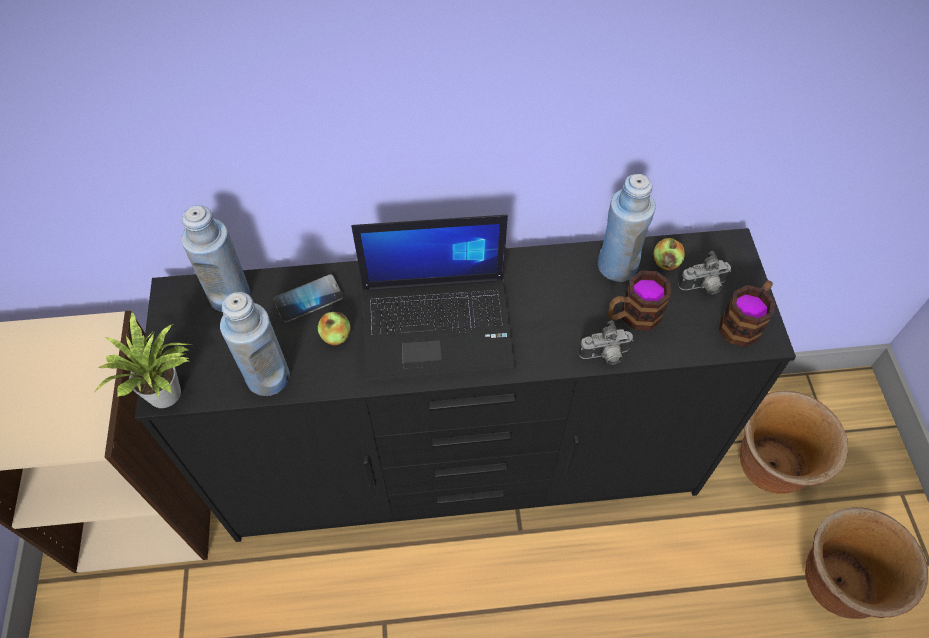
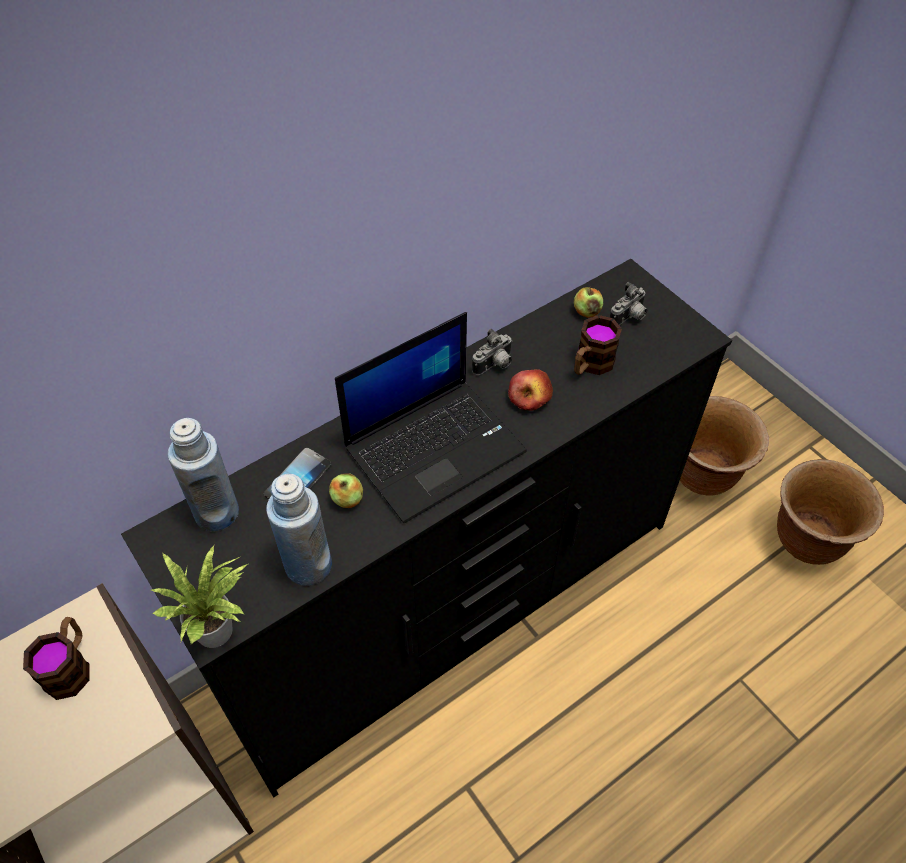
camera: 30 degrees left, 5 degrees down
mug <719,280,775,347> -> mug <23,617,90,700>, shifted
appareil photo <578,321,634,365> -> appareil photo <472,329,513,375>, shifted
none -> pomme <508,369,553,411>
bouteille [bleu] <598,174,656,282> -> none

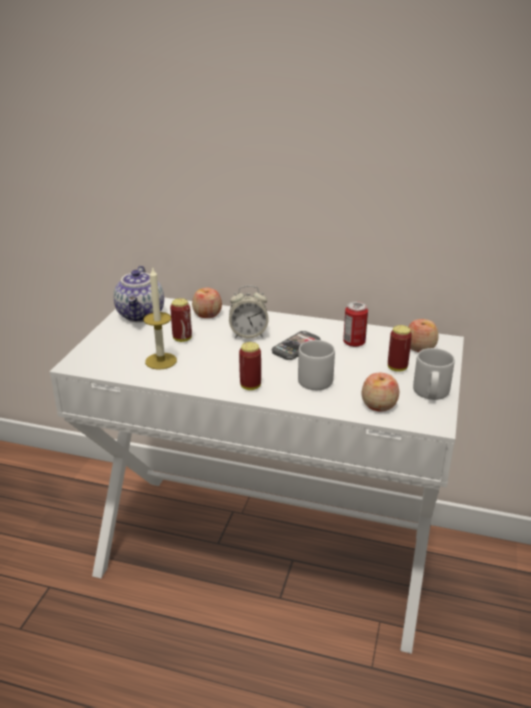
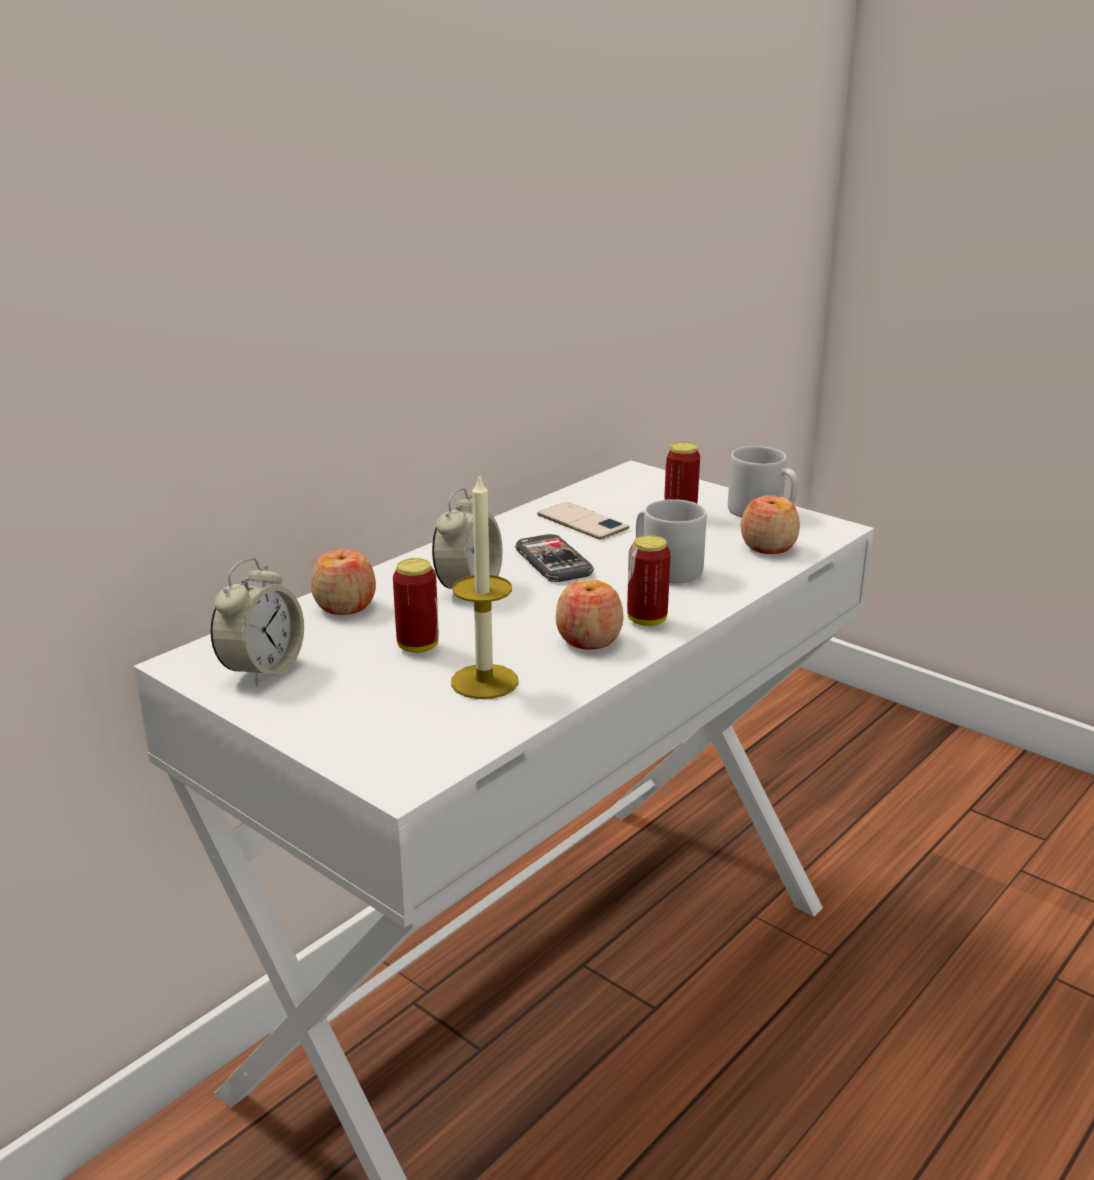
camera: 65 degrees left, 5 degrees down
théière <113,266,164,322> -> réveil <211,558,304,687>
boîte métallique <343,302,368,347> -> téléphone <537,502,629,540>
pomme <408,319,438,352> -> pomme <556,579,623,649>, shifted

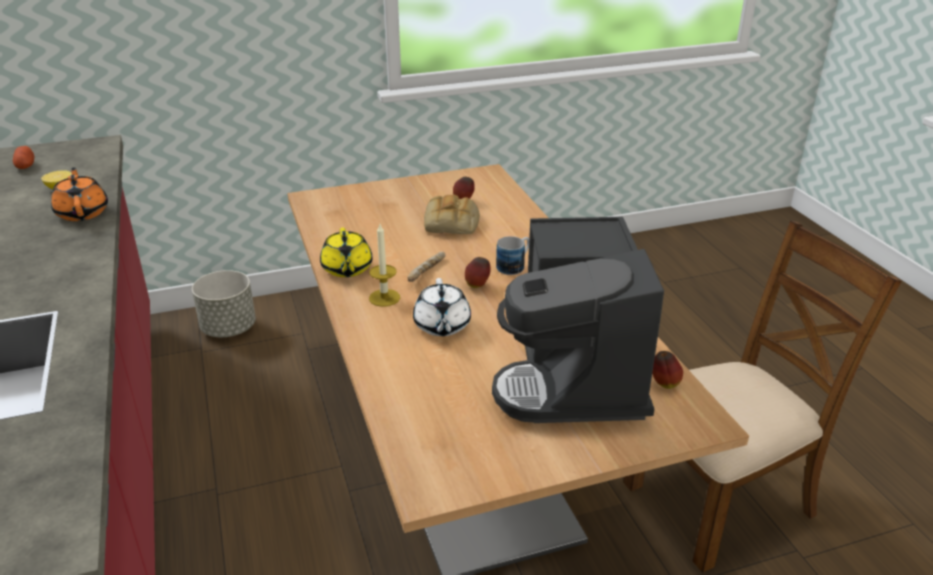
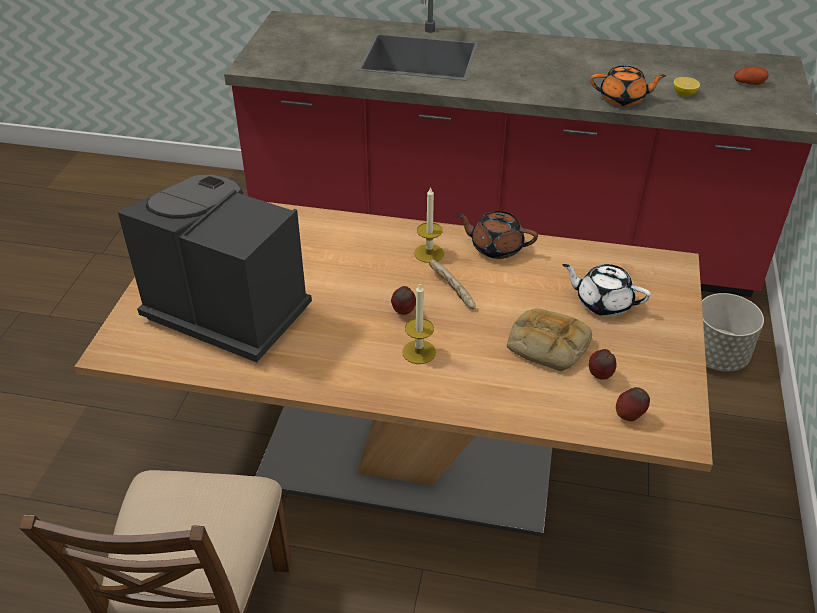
camera: 120 degrees right, 10 degrees up
mug <496,236,529,275> -> bougie <402,284,436,364>
théière [jaune] <320,228,372,277> -> théière [marron] <456,211,538,259>
théière [blanc] <413,278,471,336> -> théière [blanc] <563,264,651,316>, shifted
pomme <652,351,683,389> -> pomme <616,387,650,421>, shifted

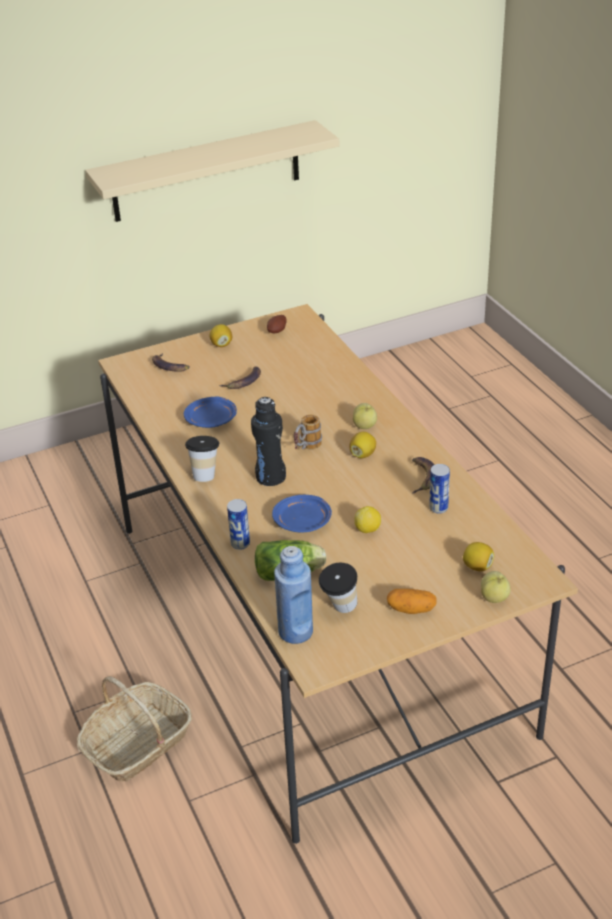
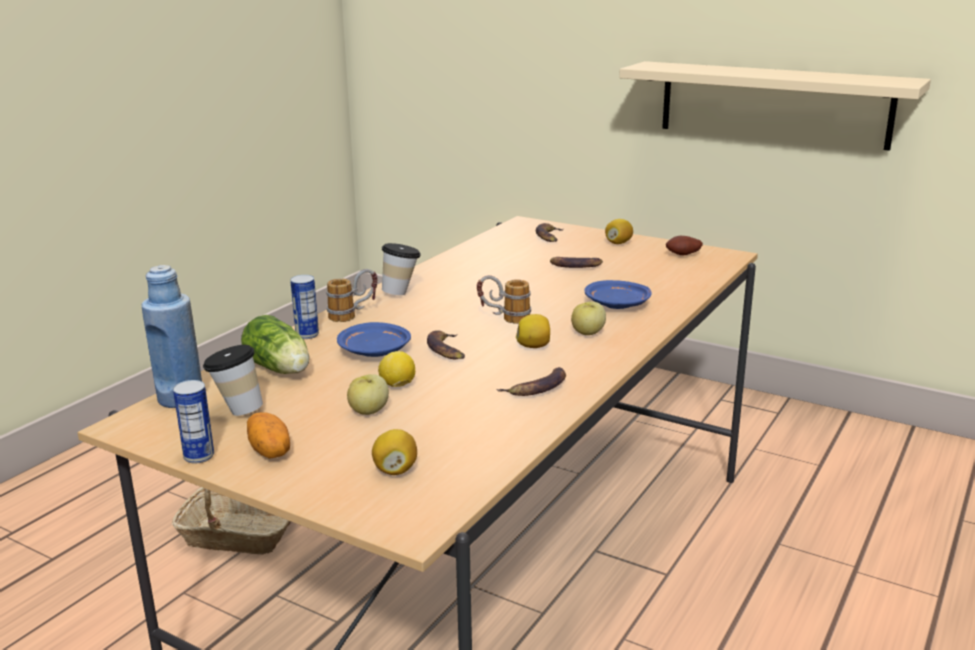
camera: 55 degrees right, 15 degrees down
boîte métallique <429,464,450,514> -> boîte métallique <173,380,214,464>, shifted
none -> mug <326,269,378,322>
pomme <481,571,511,603> -> pomme <347,374,389,415>, shifted
none -> banane <427,330,465,359>
assiette [bleu] <184,397,237,428> -> assiette [bleu] <584,280,652,309>, shifted
bouteille [noir] <251,397,286,486> -> none

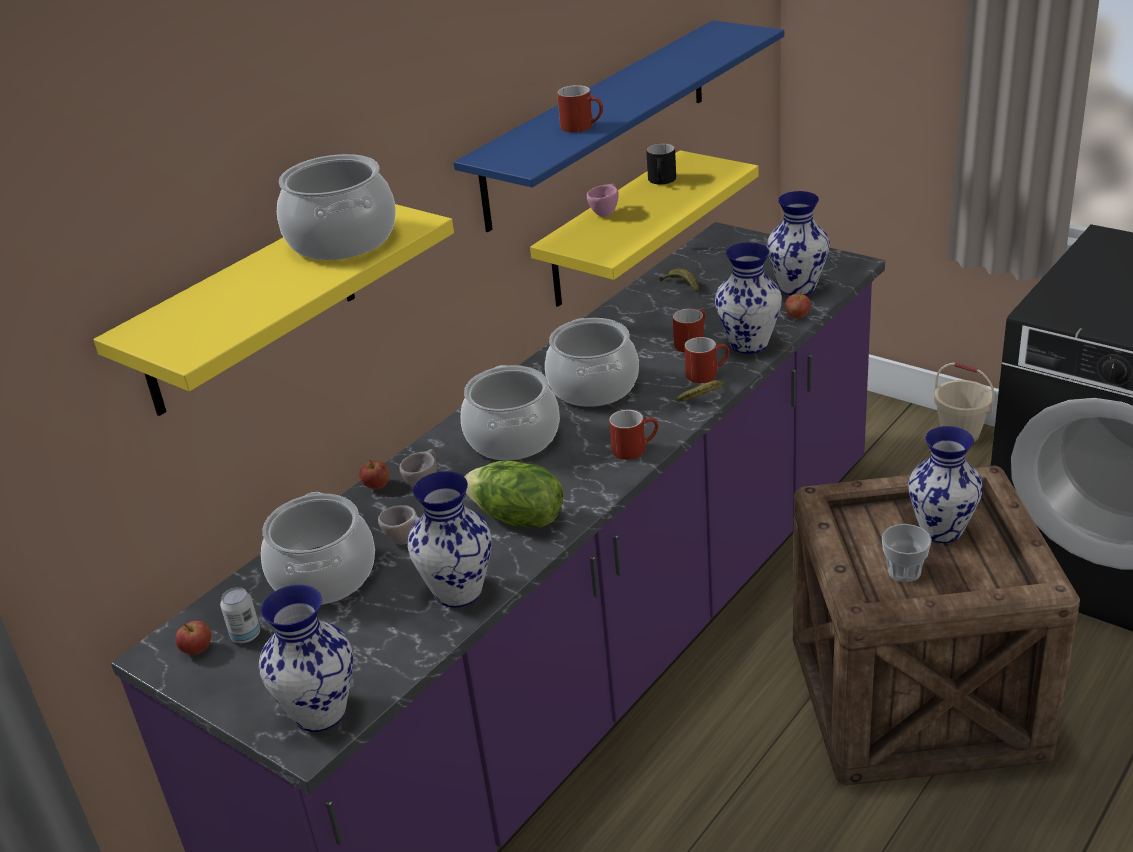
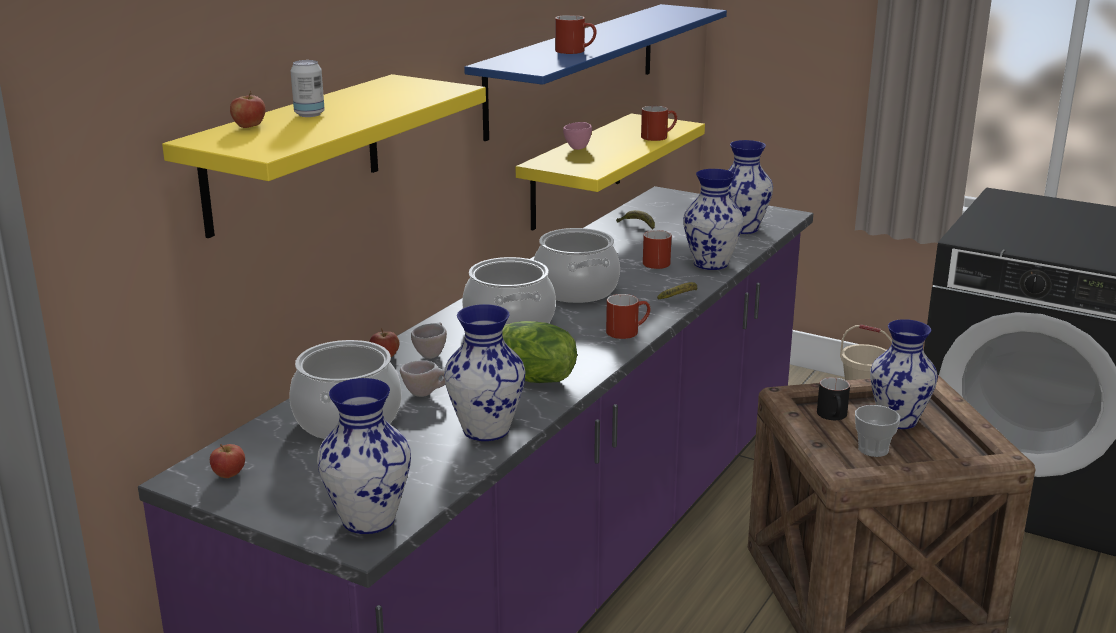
camera: 10 degrees left, 10 degrees down
pomme <785,293,811,319> -> pomme <230,91,265,128>, shifted
boîte métallique <220,587,260,643> -> boîte métallique <291,60,325,117>, shifted
mug [rouge] <684,337,729,383> -> mug [rouge] <641,106,677,141>, shifted
mug [noir] <646,143,676,184> -> mug [noir] <817,377,850,420>, shifted
marmite <277,154,396,260> -> none

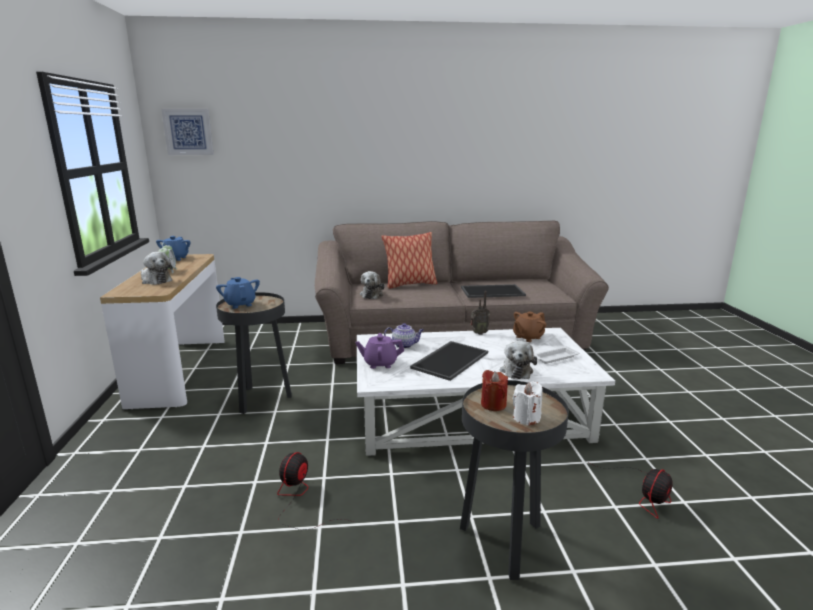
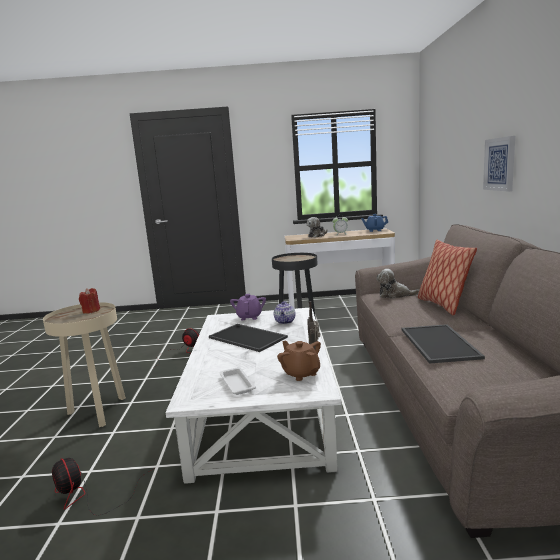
camera: 95 degrees right, 5 degrees down
table d'appoint [noir] <460,380,569,580> -> table d'appoint [beige] <43,302,126,427>
tableau <162,109,214,155> -> tableau <483,136,515,192>, shifted
théière [bleu] <216,277,260,309> -> none
peluche <500,341,537,379> -> none
bougie [blanc] <513,381,543,426> -> none

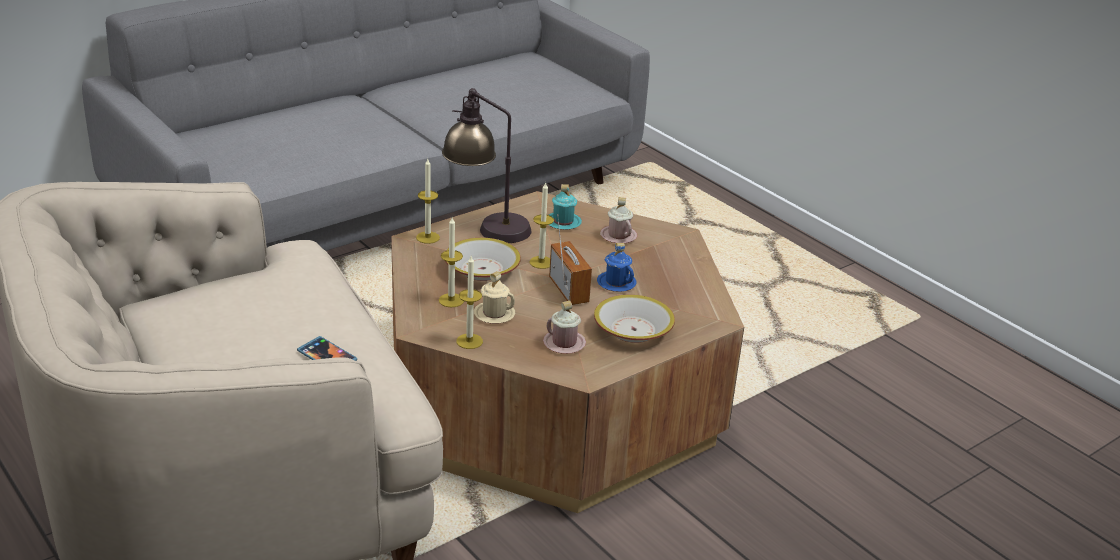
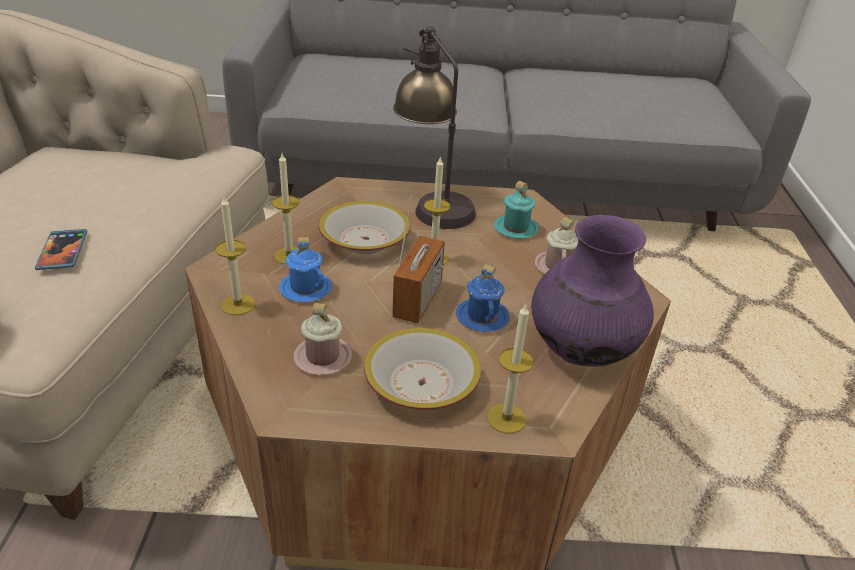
camera: 40 degrees right, 5 degrees up
mug [beige] <474,271,515,324> -> mug [bleu] <279,237,332,302>
bougie <416,159,440,244> -> bougie <487,303,534,434>, shifted
none -> vase [violet] <531,215,654,366>

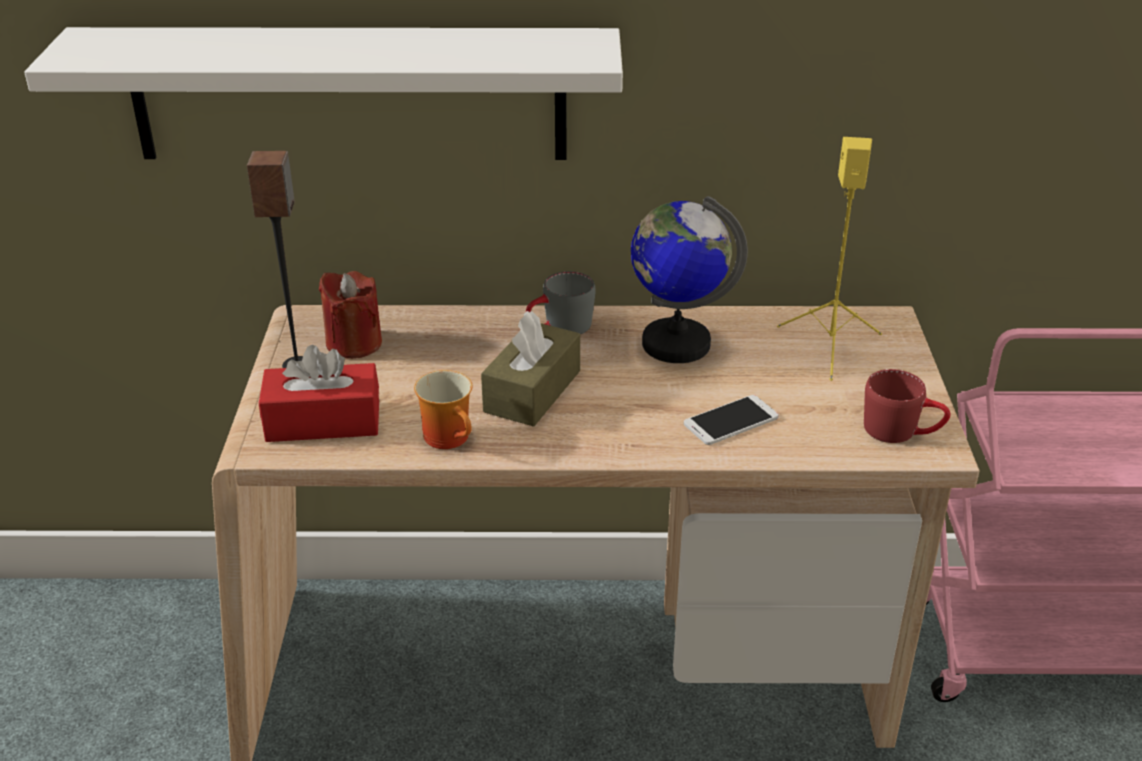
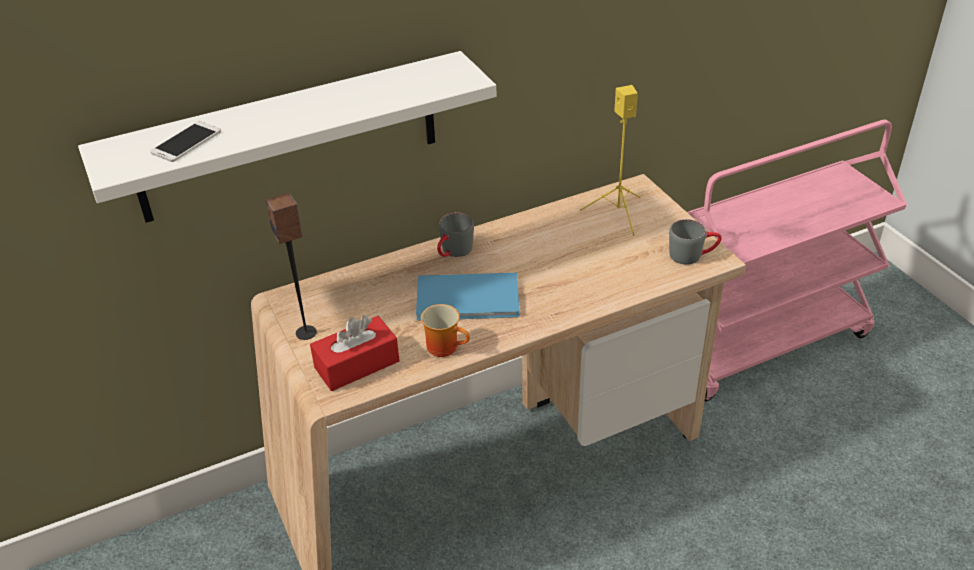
camera: 25 degrees left, 5 degrees up
téléphone <684,395,779,445> -> téléphone <150,121,221,162>, shifted
boîte à mouchoirs [marron] <481,311,580,427> -> livre [bleu] <416,273,519,321>
mug [rouge] <864,369,950,443> -> mug [gris] <669,219,722,265>
bougie [rouge] <319,271,382,359> -> none
globe <631,196,748,363> -> none

